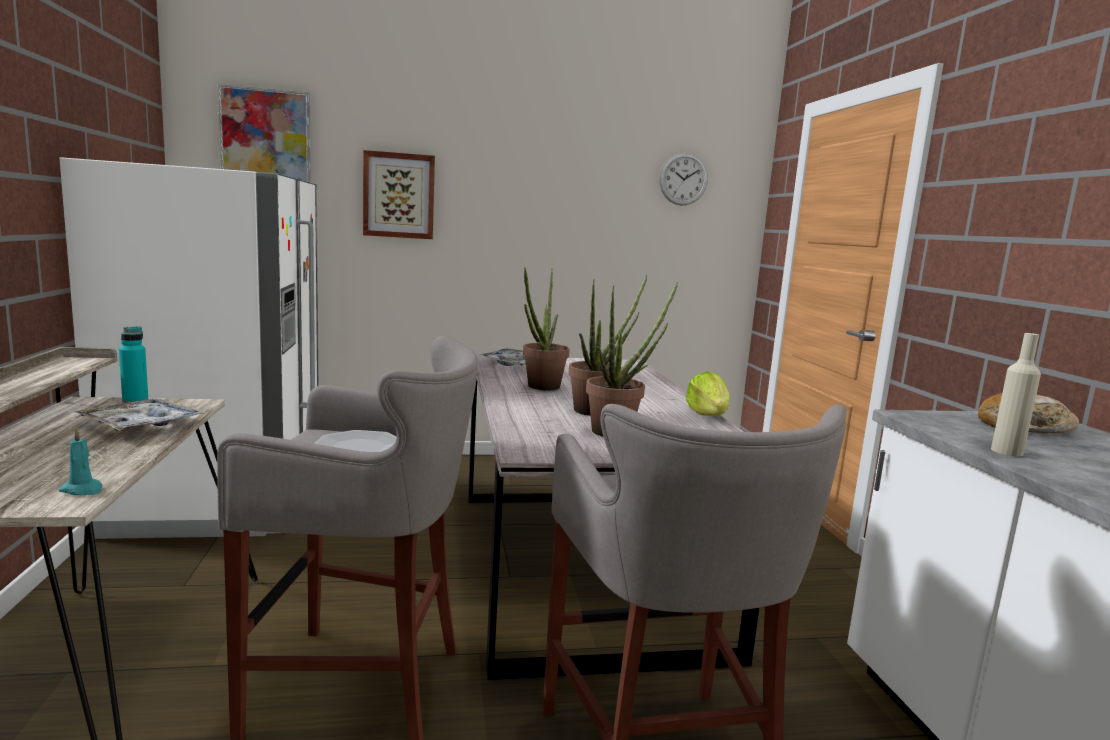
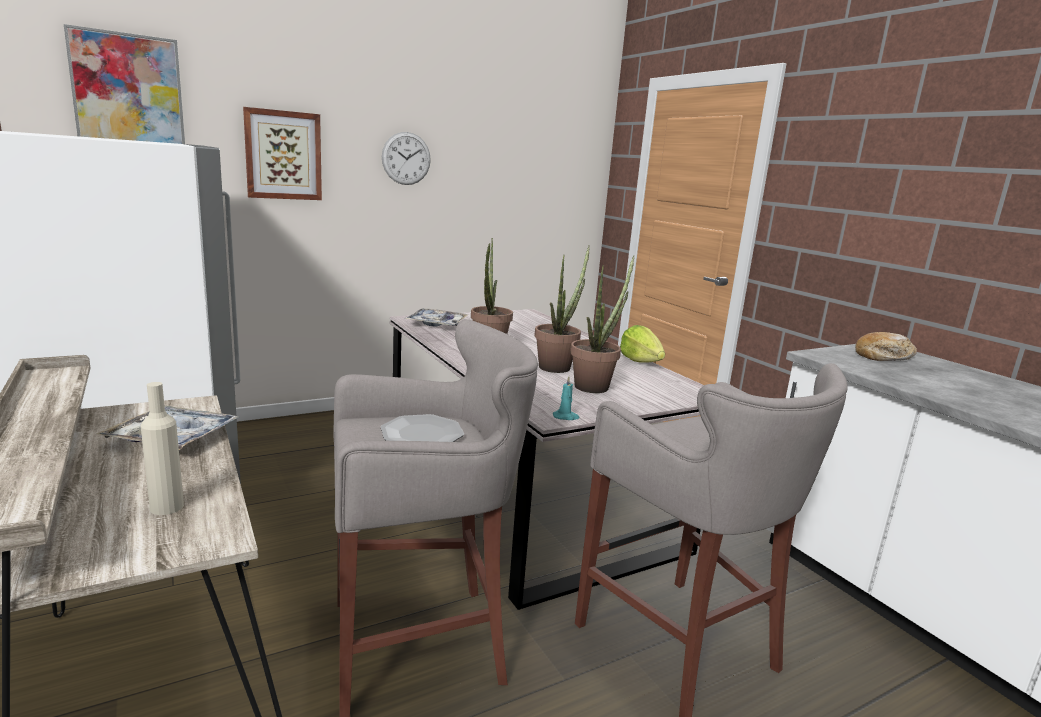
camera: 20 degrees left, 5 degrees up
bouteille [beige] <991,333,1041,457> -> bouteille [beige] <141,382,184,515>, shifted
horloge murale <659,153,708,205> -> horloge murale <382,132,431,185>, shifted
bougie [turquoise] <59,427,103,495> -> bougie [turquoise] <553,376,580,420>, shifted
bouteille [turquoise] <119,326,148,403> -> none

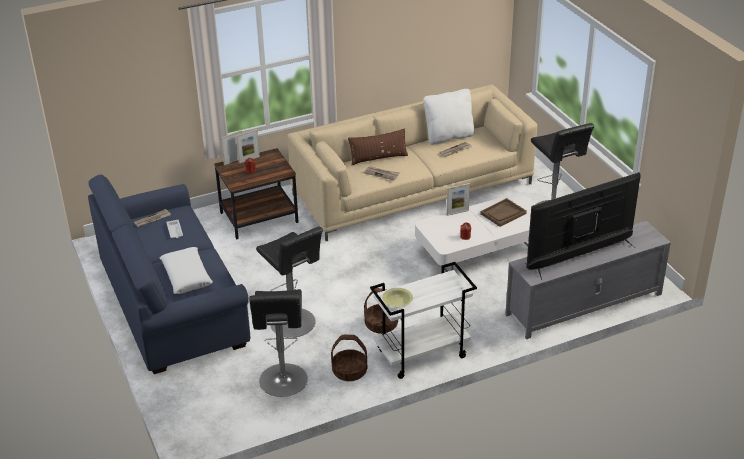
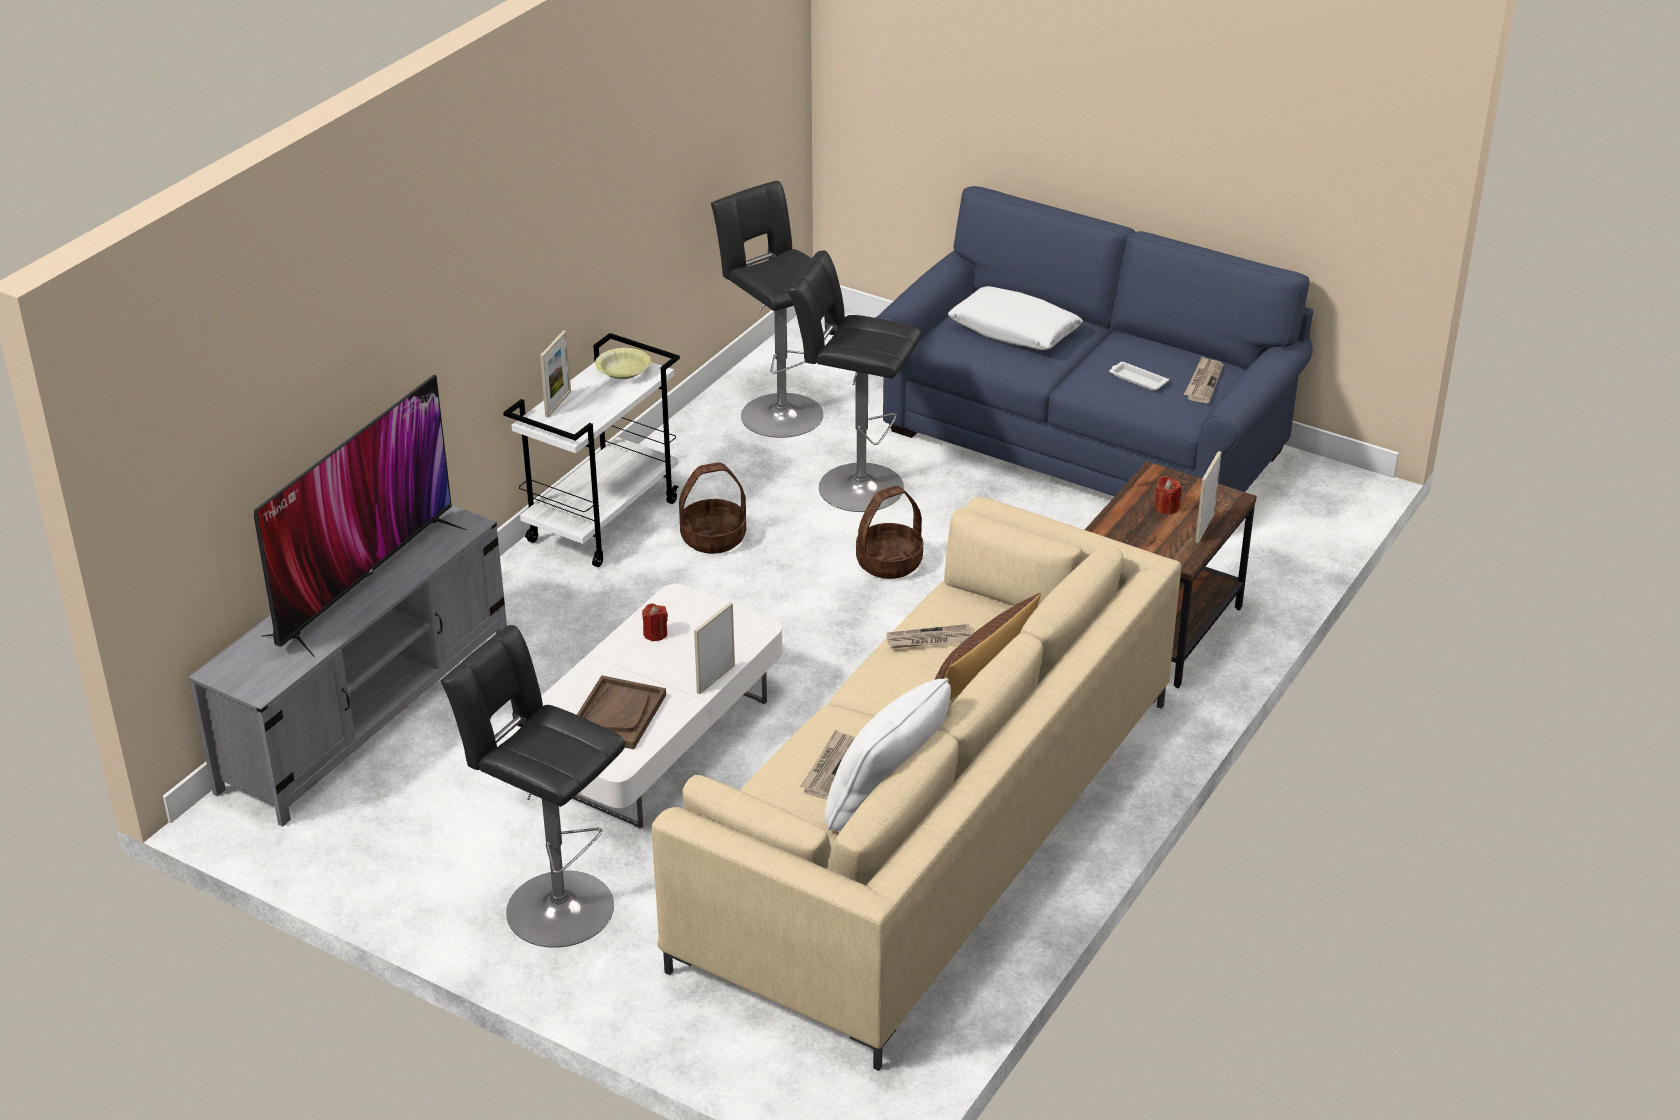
camera: 145 degrees right, 0 degrees up
cadre photo <221,131,242,165> -> cadre photo <540,330,571,417>, shifted
panier <331,335,367,381> -> panier <856,486,923,579>, shifted

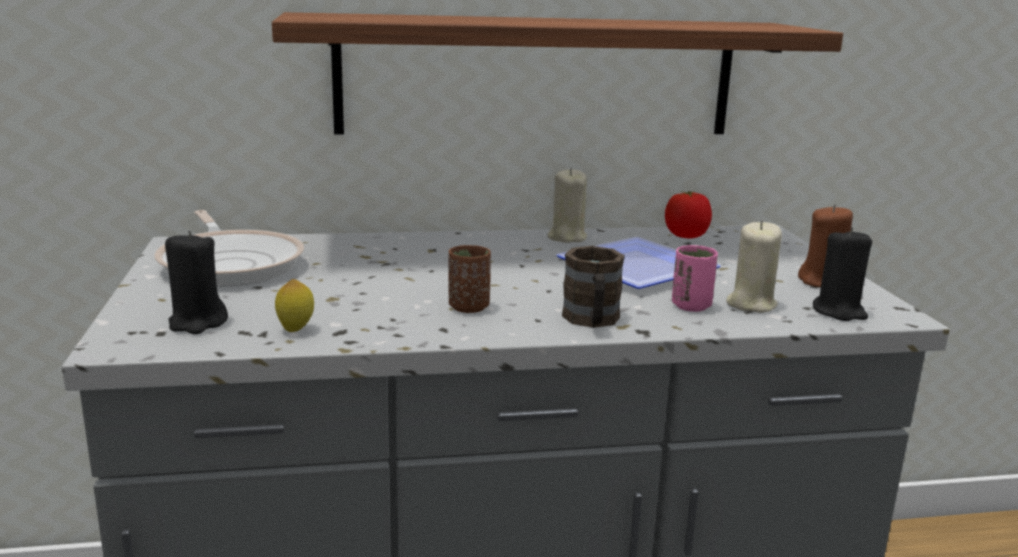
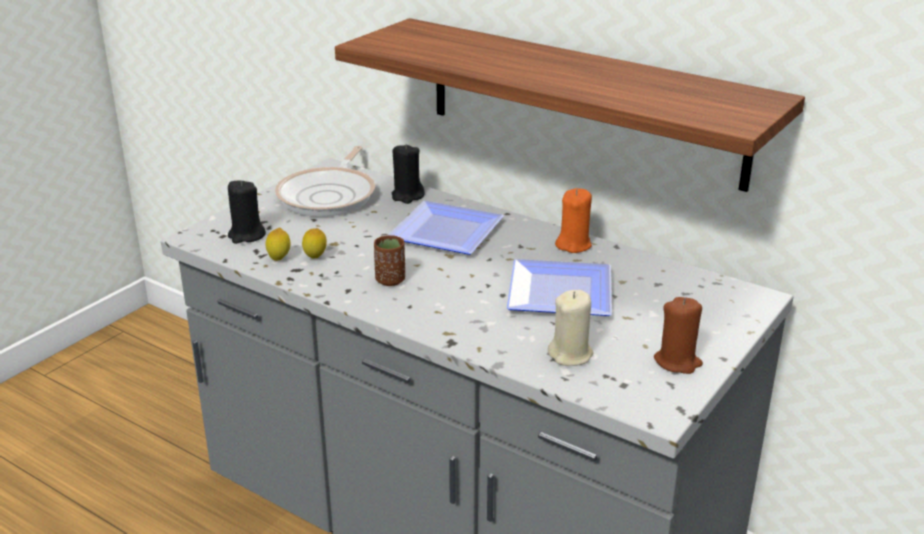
camera: 45 degrees right, 10 degrees up
none -> citron <302,228,327,258>
none -> assiette <388,201,504,255>
bougie [noir] <813,227,872,321> -> bougie [noir] <392,144,425,204>, shifted
bougie [beige] <547,168,587,243> -> bougie [orange] <555,188,592,253>
mug [marron] <562,246,625,328> -> none
tomate <665,191,712,239> -> none
tasse [rose] <672,245,718,312> -> none

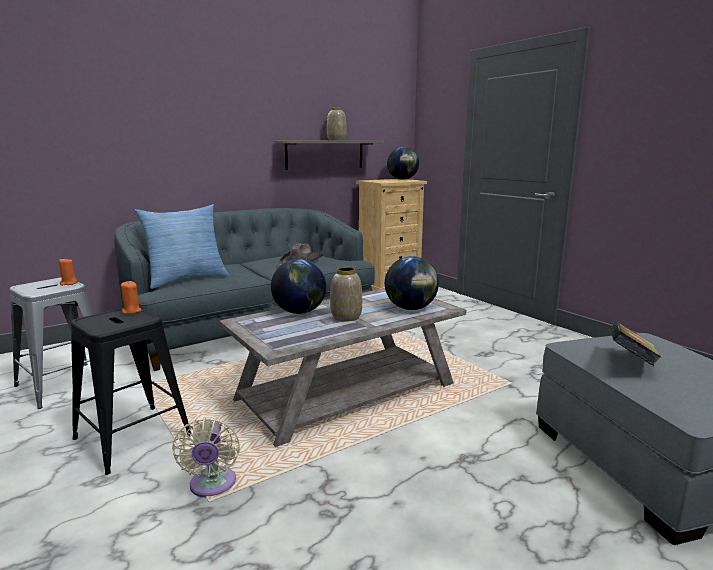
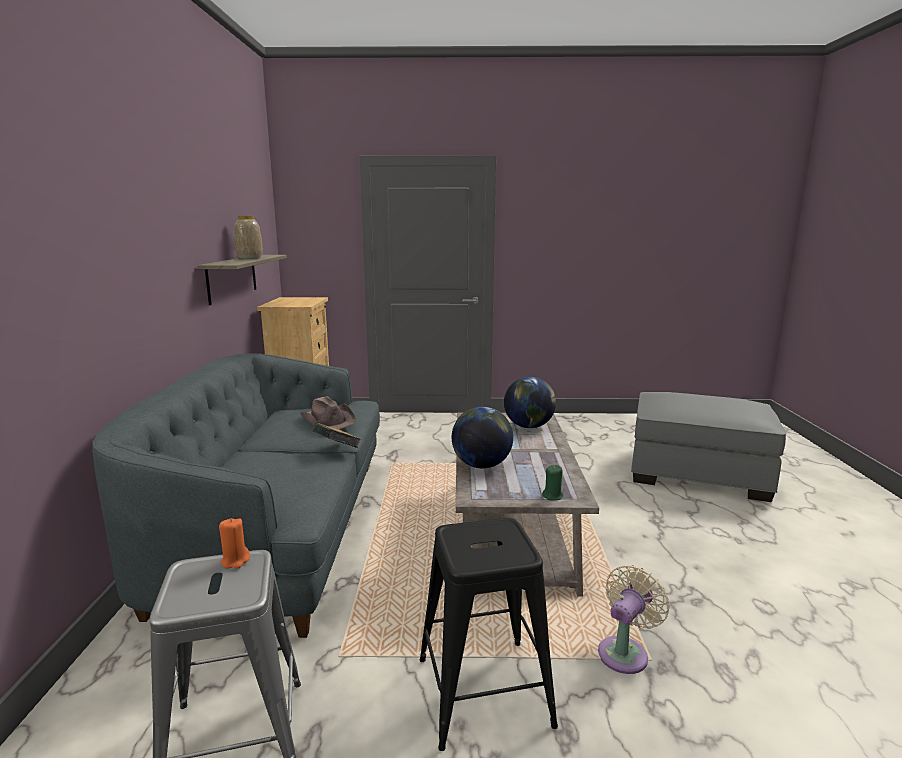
camera: 55 degrees left, 0 degrees up
livre <610,322,662,366> -> livre <313,423,361,448>, shifted
none -> bougie [vert] <542,465,563,500>
ventilateur [beige] <172,418,240,498> -> ventilateur [beige] <598,565,670,674>, 75 degrees counterclockwise
bougie [orange] <121,281,141,314> -> none
coussin <134,204,229,289> -> none
vase <330,267,362,321> -> none
globe <387,147,419,180> -> none

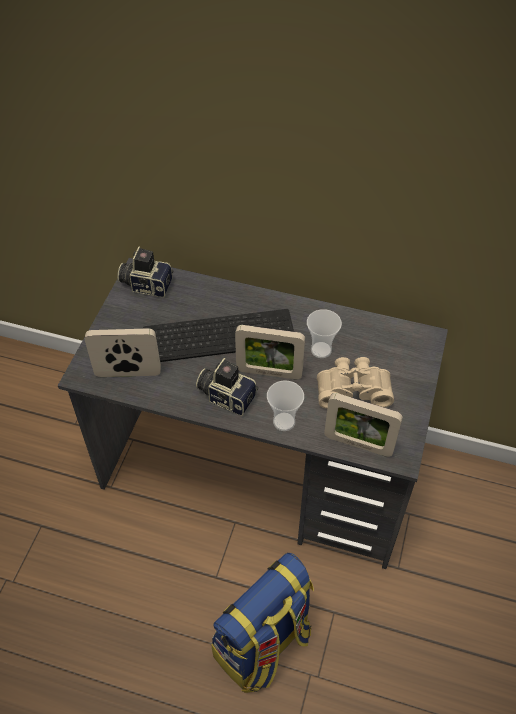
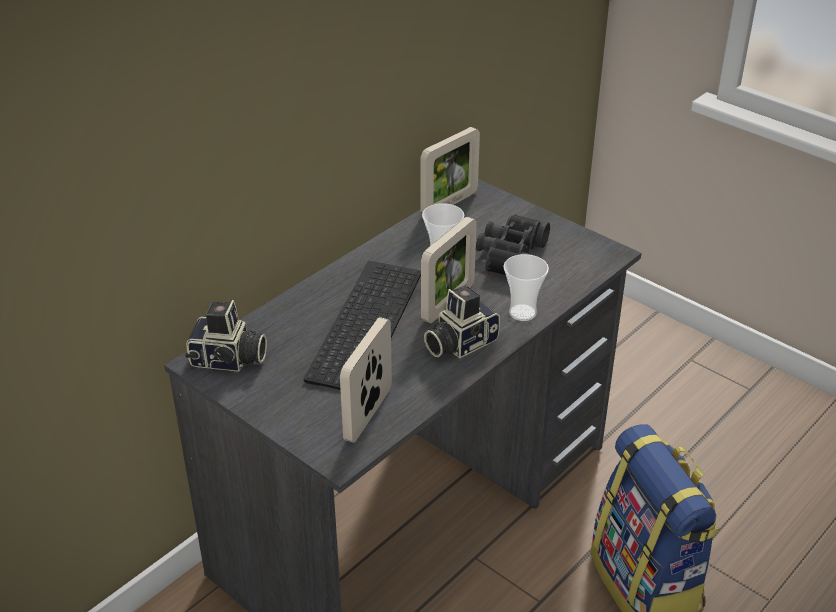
camera: 65 degrees left, 15 degrees down
appareil photo <117,247,173,297> -> appareil photo <185,300,267,372>, 120 degrees counterclockwise
cadre photo <324,393,403,457> -> cadre photo <420,127,480,213>, shifted
jumelles [beige] <317,357,394,409> -> jumelles [noir] <476,214,550,275>

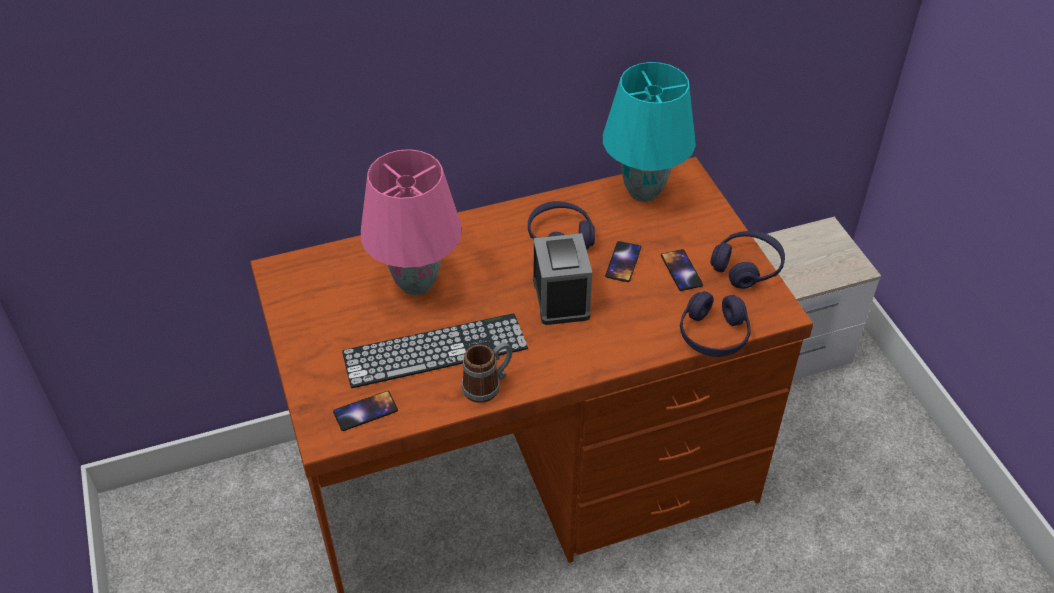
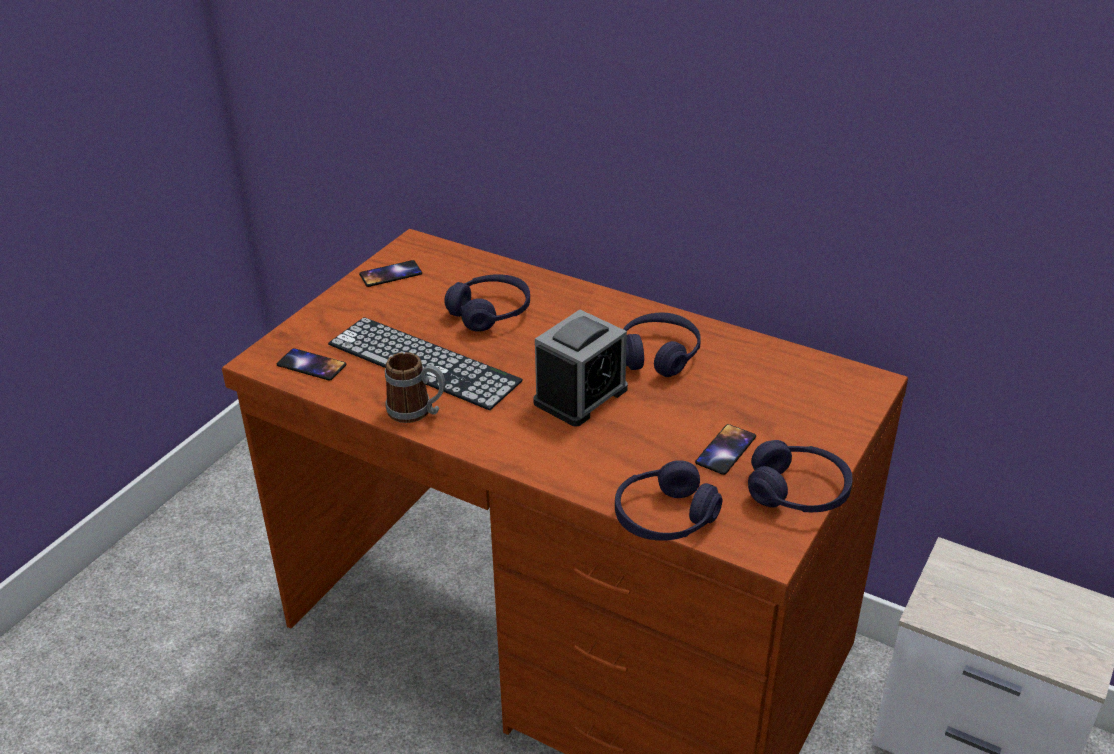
camera: 50 degrees right, 10 degrees down
téléphone <605,241,641,282> -> téléphone <359,260,422,287>, shifted
lampe de table [rose] <361,149,462,295> -> casque audio [violet] <445,274,530,332>
lampe de table [turquoise] <603,62,696,202> -> none

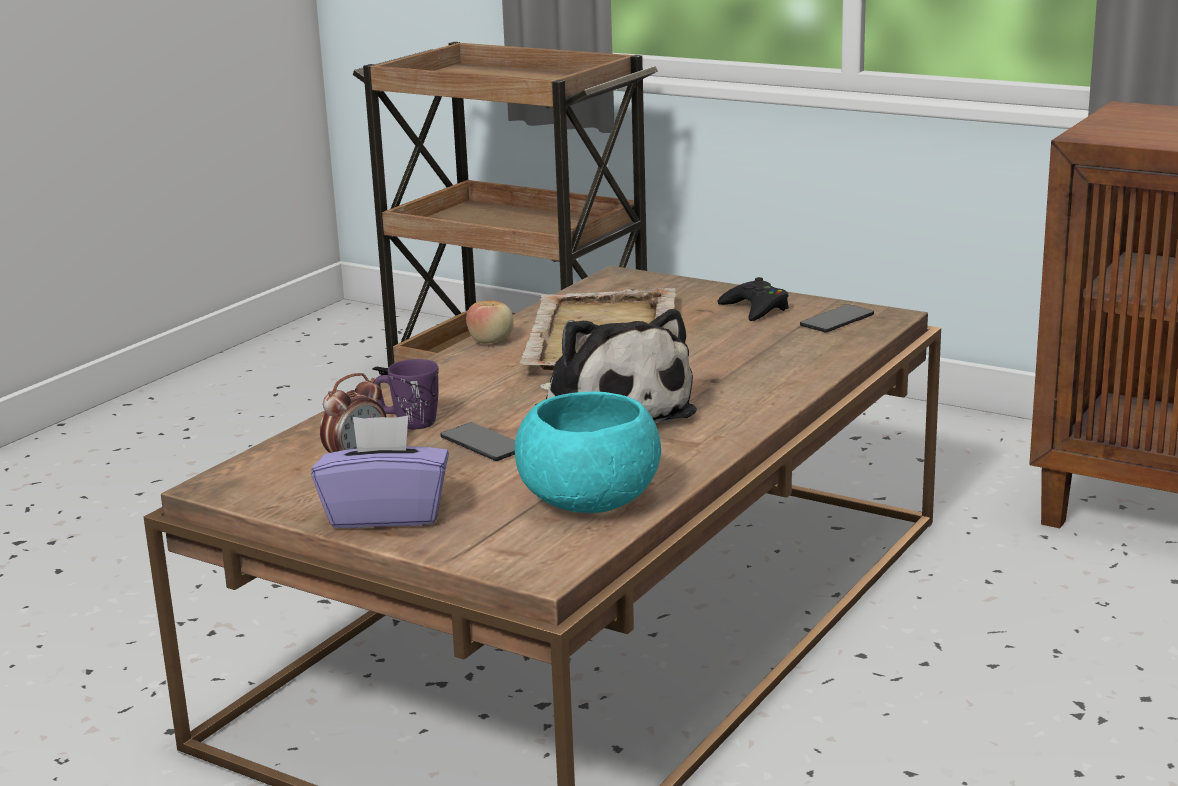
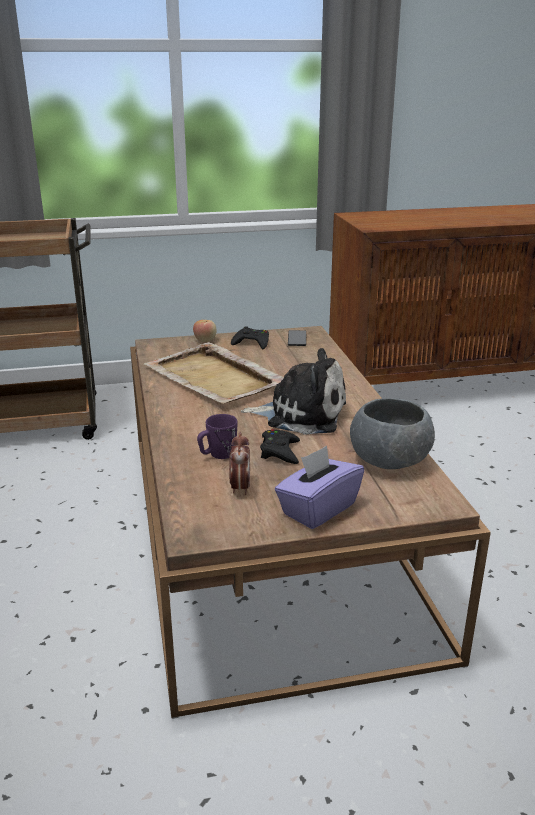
camera: 45 degrees left, 5 degrees up
pomme <466,300,514,344> -> pomme <193,320,216,342>, shifted
téléphone <440,423,515,461> -> manette [noir] <260,429,300,464>
bol [turquoise] <515,392,661,513> -> bol [gris] <350,398,435,469>

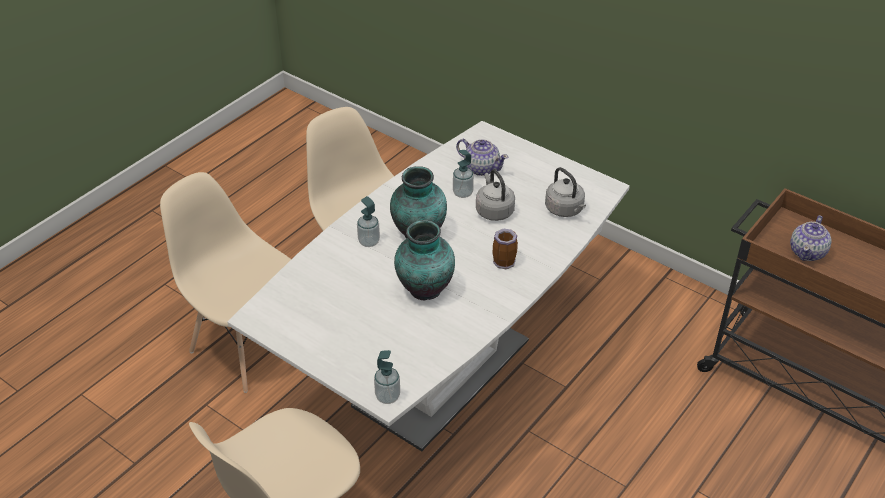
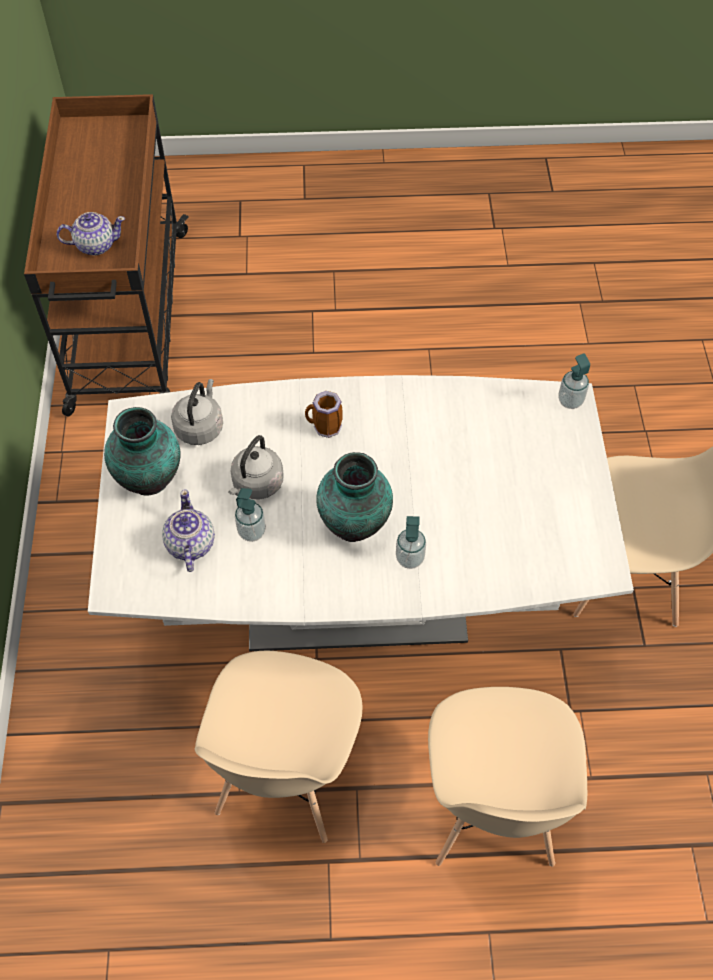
camera: 130 degrees left, 15 degrees up
vase <394,220,455,300> -> vase <104,407,180,496>, shifted

